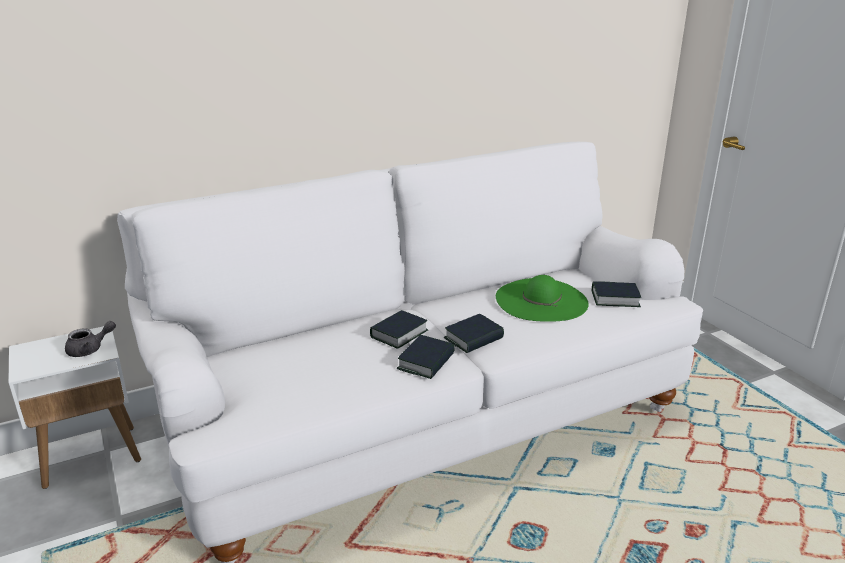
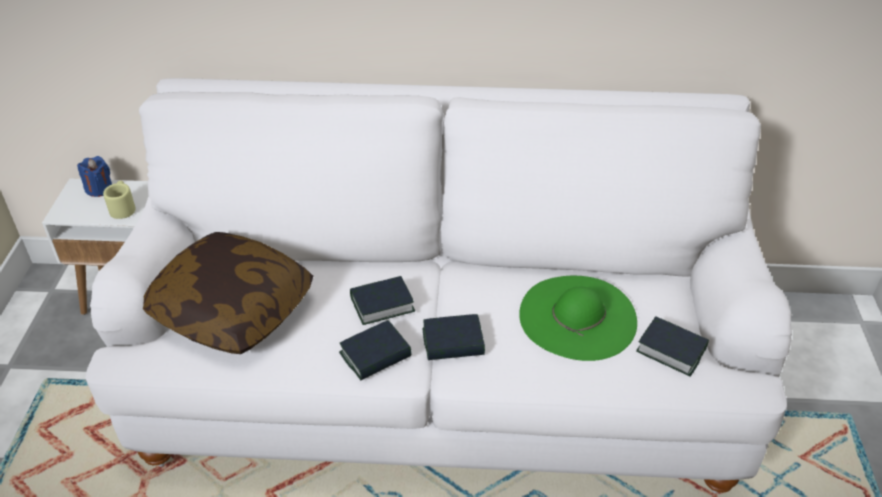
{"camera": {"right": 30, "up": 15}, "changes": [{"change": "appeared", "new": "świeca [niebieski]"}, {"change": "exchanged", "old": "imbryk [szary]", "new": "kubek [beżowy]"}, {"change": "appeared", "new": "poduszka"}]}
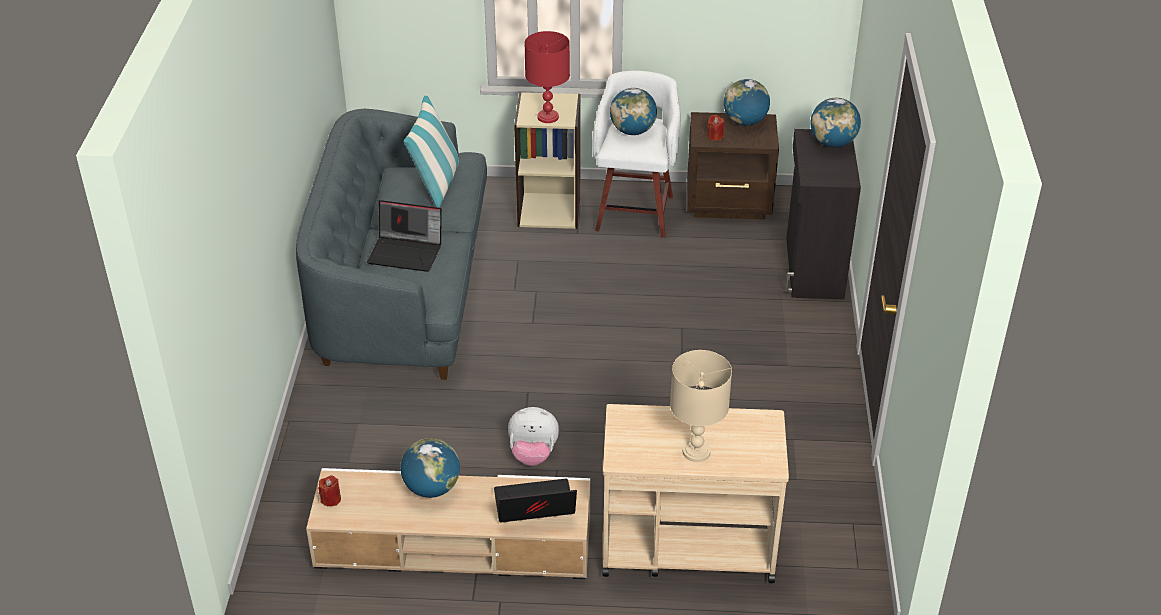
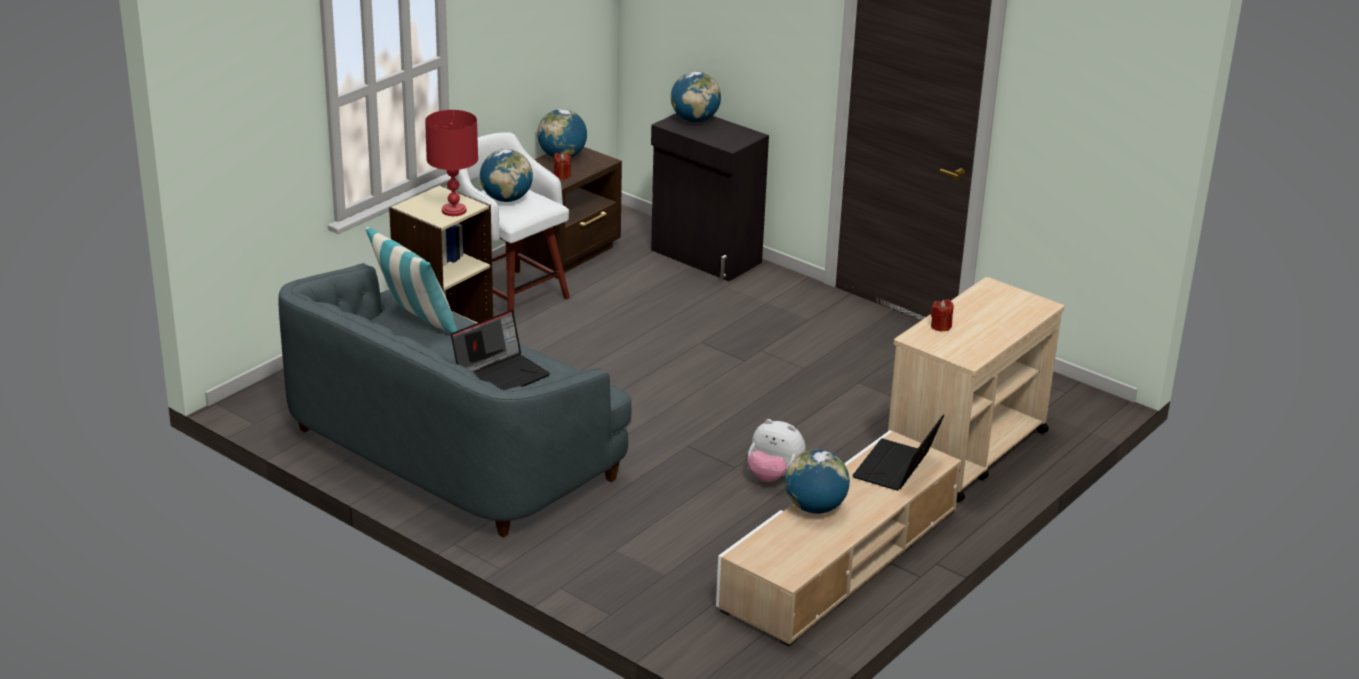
{"camera": {"right": -55, "up": -10}, "changes": [{"change": "spun", "old": "pluszak", "degrees": 75}, {"change": "relocated", "old": "świeca [czerwony] (no. 1 from left in the first image)", "new": "świeca [czerwony] (no. 2 from left)"}, {"change": "missing", "old": "lampa stołowa [beżowy]"}]}
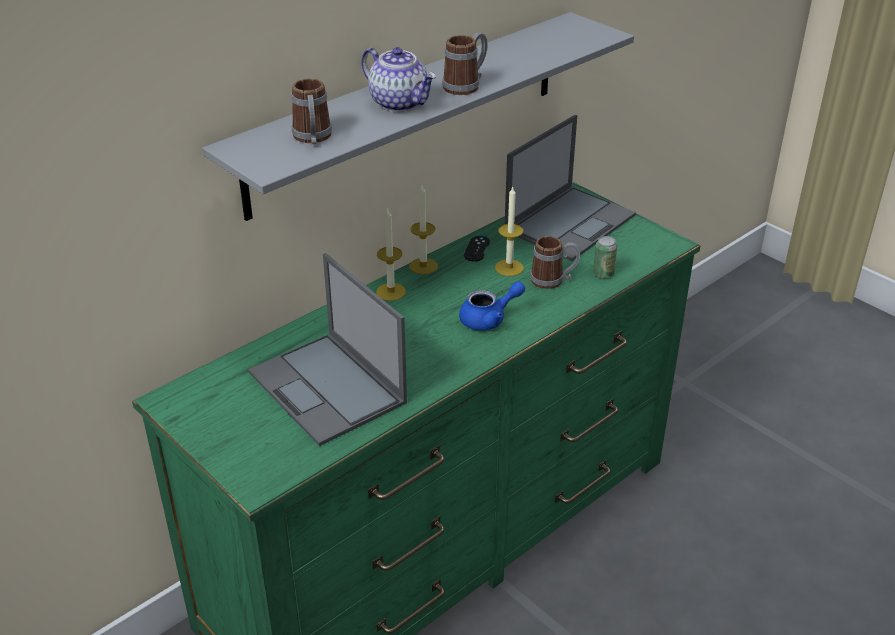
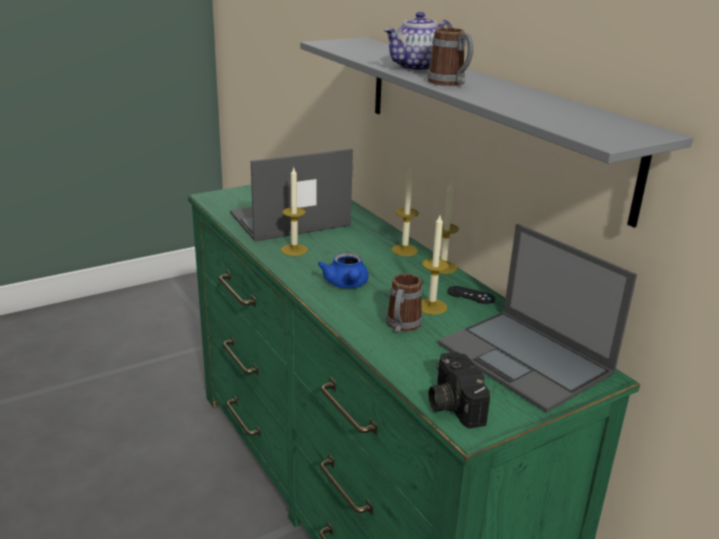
{"camera": {"right": 100, "up": -10}, "changes": [{"change": "appeared", "new": "świeca (no. 1 from left)"}, {"change": "appeared", "new": "aparat fotograficzny"}, {"change": "missing", "old": "kubek (no. 1 from left)"}, {"change": "missing", "old": "puszka"}]}
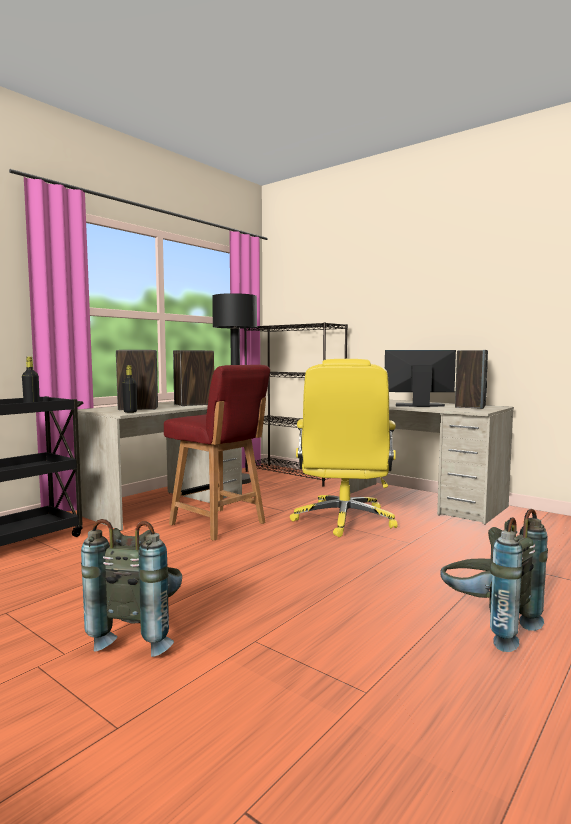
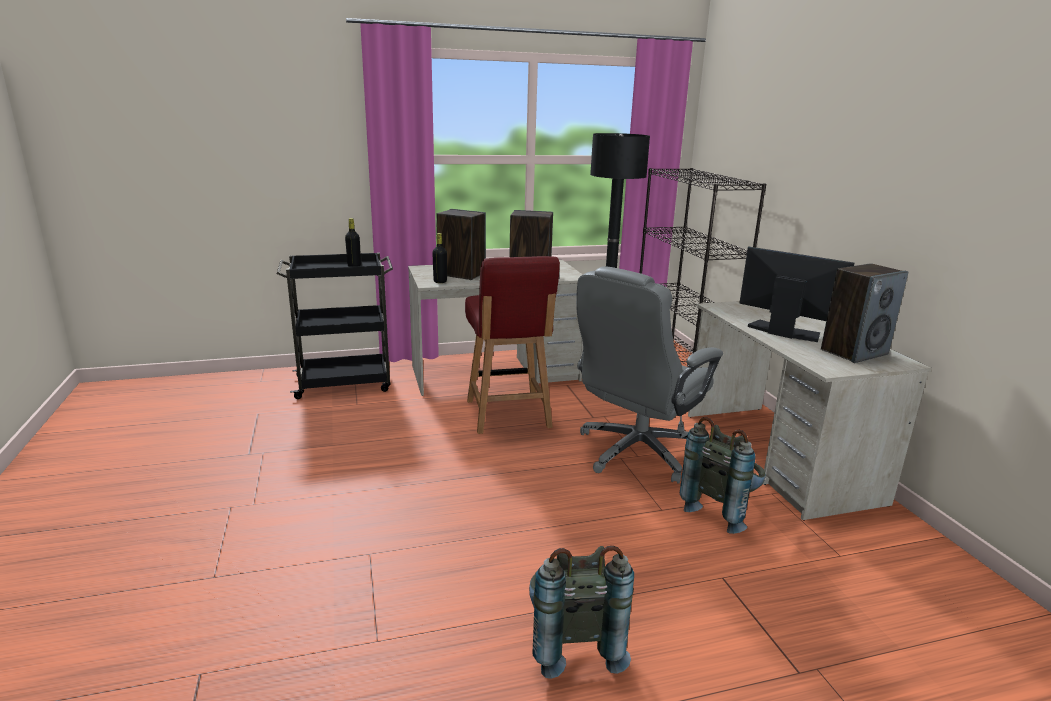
{"camera": {"right": 35, "up": 15}, "changes": [{"change": "colour", "old": "krzesło biurowe [żółty]", "new": "krzesło biurowe [szary]"}, {"change": "relocated", "old": "plecak [szary] (no. 1 from left in the first image)", "new": "plecak [szary] (no. 2 from left)"}]}
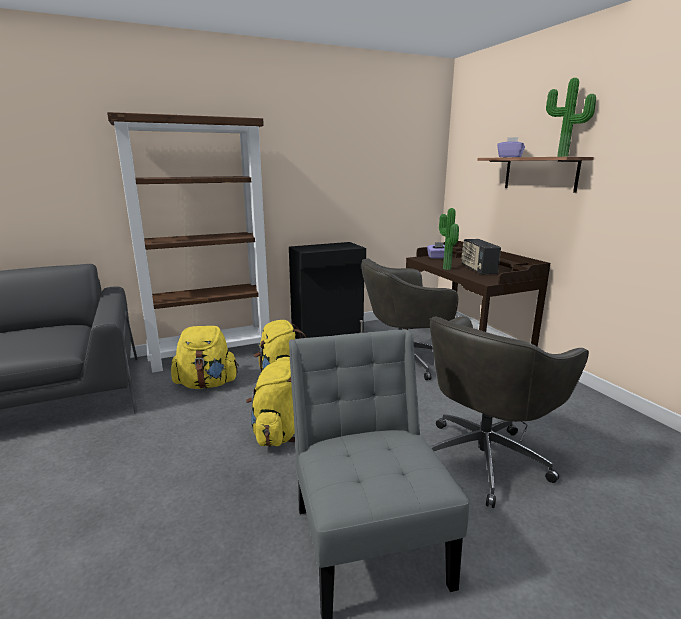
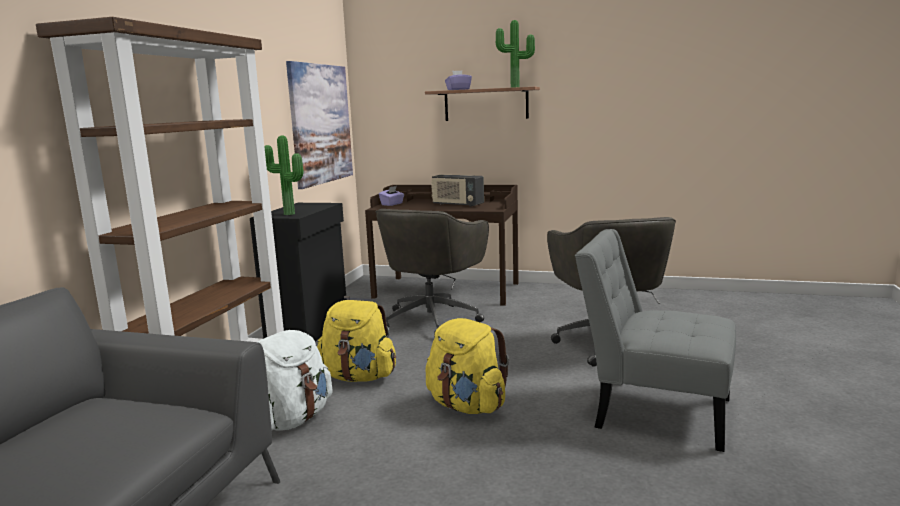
{"camera": {"right": -50, "up": -5}, "changes": [{"change": "colour", "old": "plecak [żółty] (no. 1 from left)", "new": "plecak [biały]"}, {"change": "relocated", "old": "roślina doniczkowa (no. 1 from left)"}, {"change": "appeared", "new": "obraz"}]}
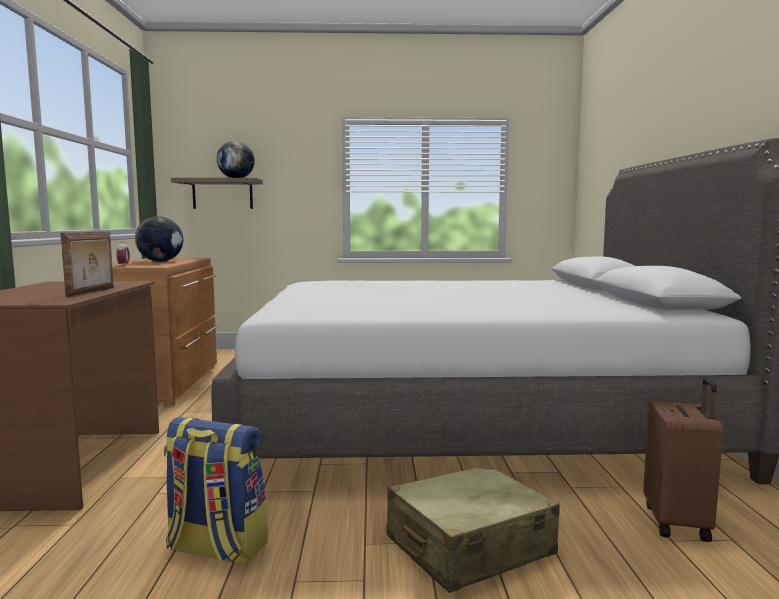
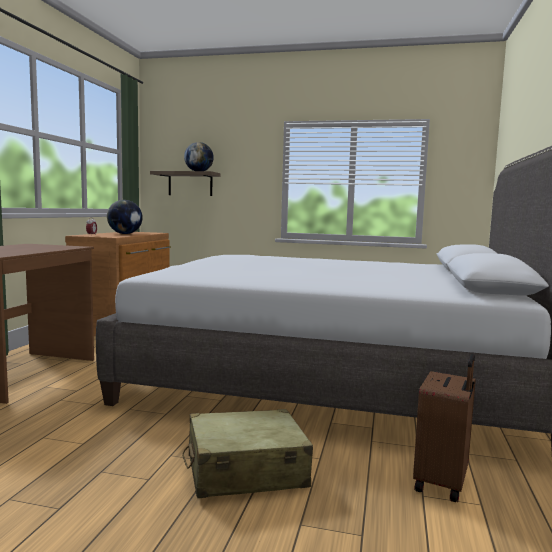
{"camera": {"right": 15, "up": 0}, "changes": [{"change": "missing", "old": "ramka na zdjęcie"}, {"change": "missing", "old": "plecak"}]}
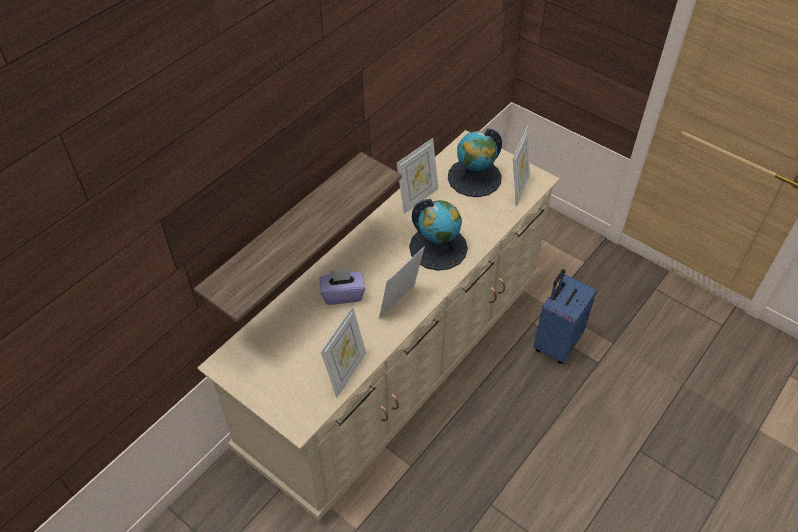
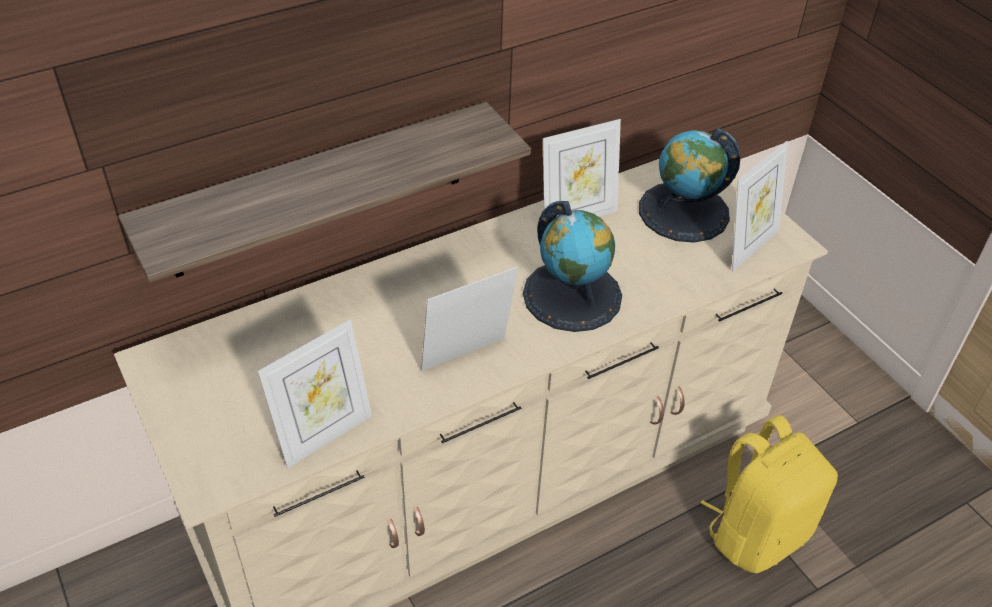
{"camera": {"right": 20, "up": -5}, "changes": [{"change": "exchanged", "old": "walizka [niebieski]", "new": "plecak [żółty]"}, {"change": "missing", "old": "pudełko chusteczek [fioletowy]"}]}
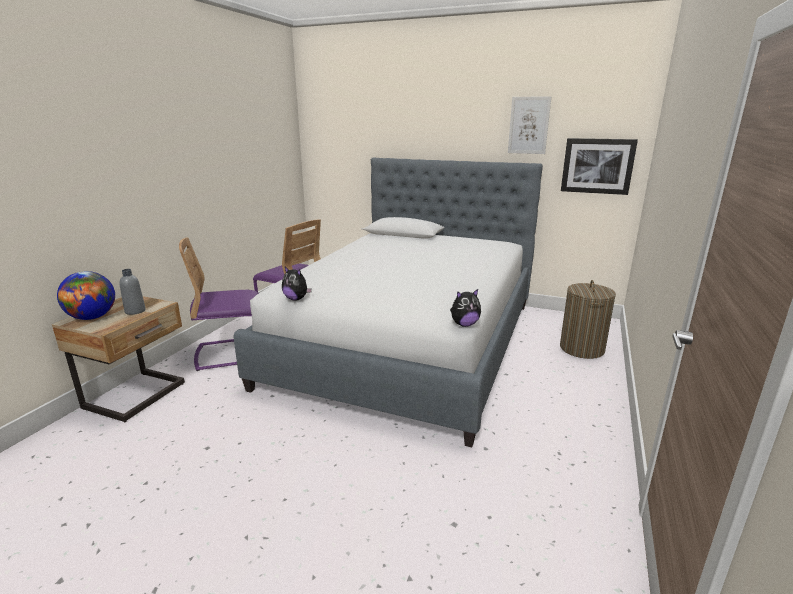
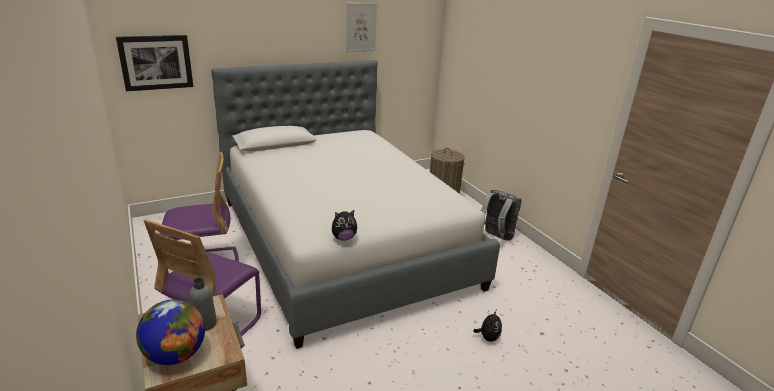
{"camera": {"right": -50, "up": 5}, "changes": [{"change": "relocated", "old": "obraz (no. 2 from left in the first image)", "new": "obraz (no. 1 from left)"}, {"change": "relocated", "old": "pluszak (no. 2 from left)"}, {"change": "appeared", "new": "plecak [szary]"}]}
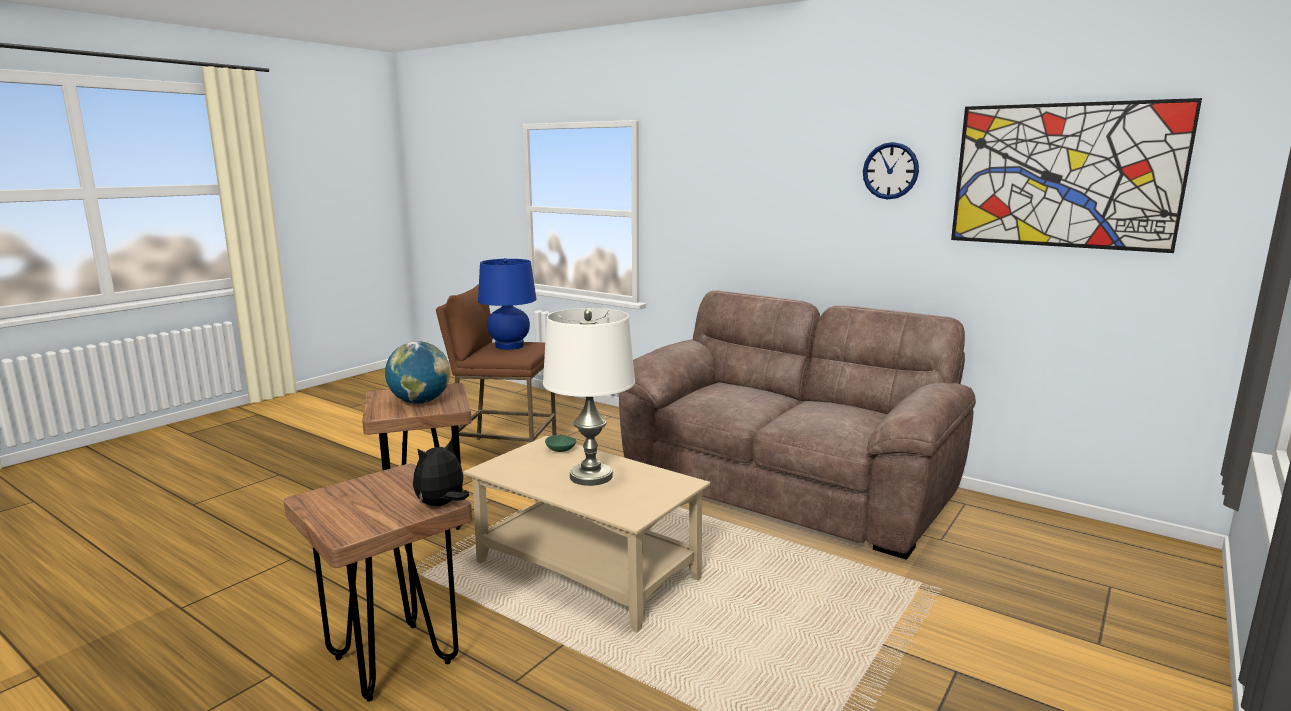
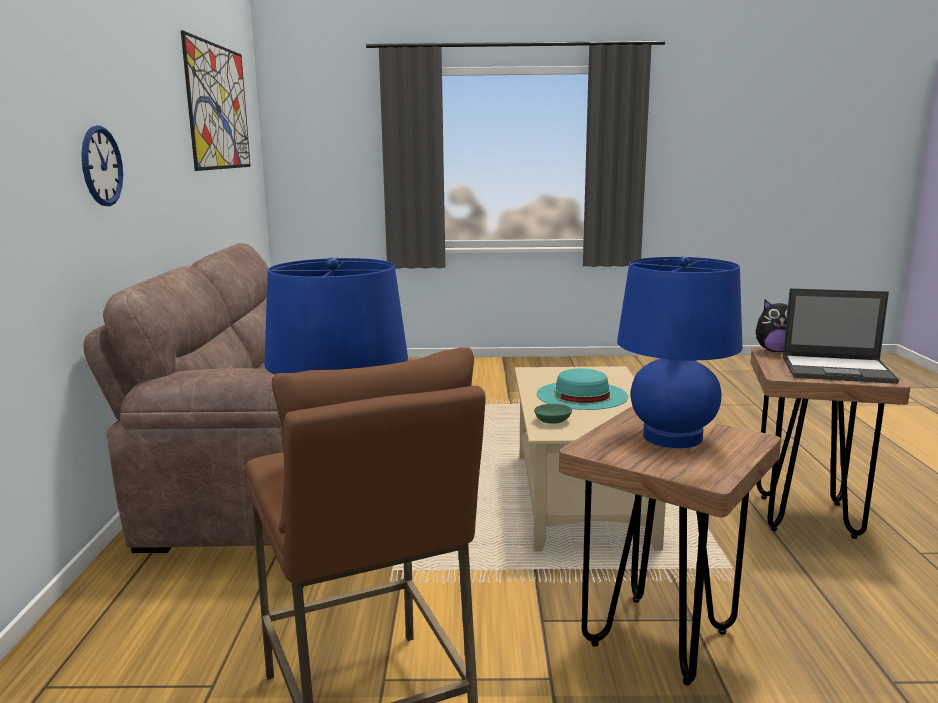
{"camera": {"right": -125, "up": 0}, "changes": [{"change": "relocated", "old": "zegar ścienny"}, {"change": "exchanged", "old": "lampa stołowa [biały]", "new": "kapelusz [turkusowy]"}, {"change": "exchanged", "old": "globus", "new": "lampa stołowa [niebieski] (no. 2 from left)"}, {"change": "appeared", "new": "laptop"}]}
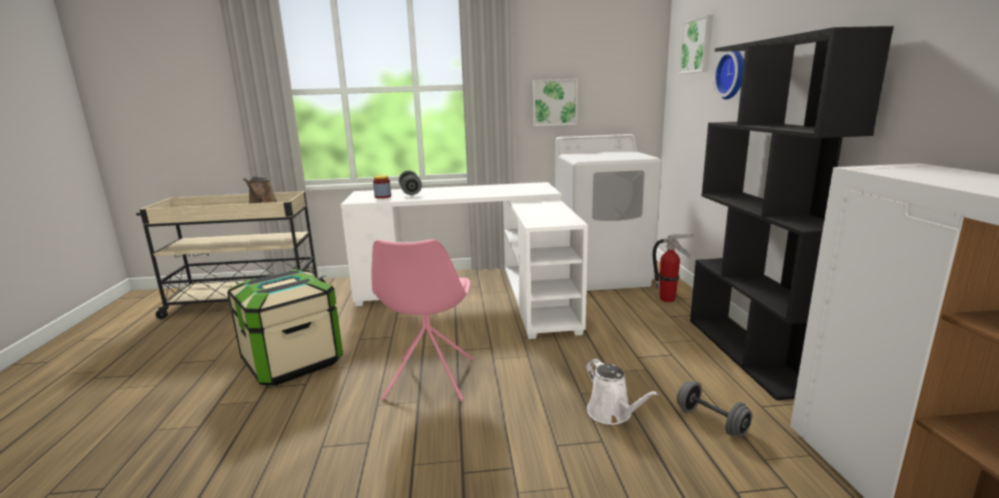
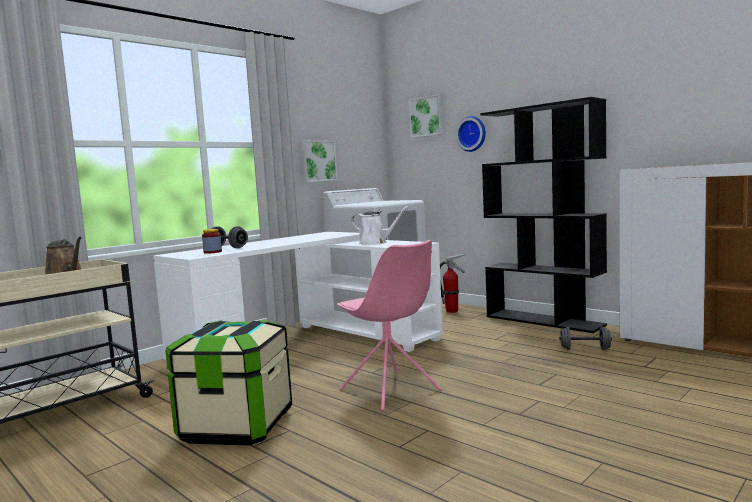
{"camera": {"right": -40, "up": -10}, "changes": [{"change": "relocated", "old": "konewka [biały]"}]}
